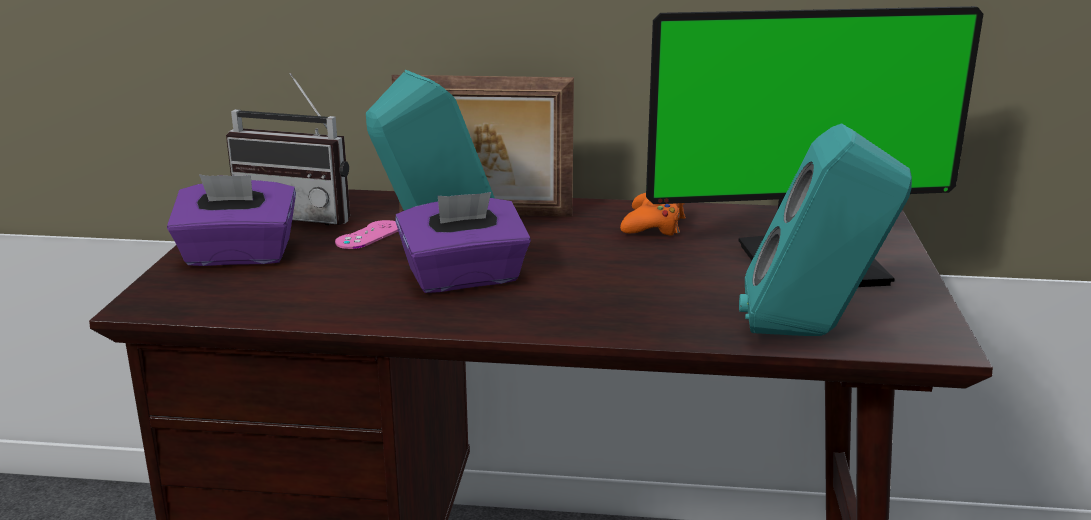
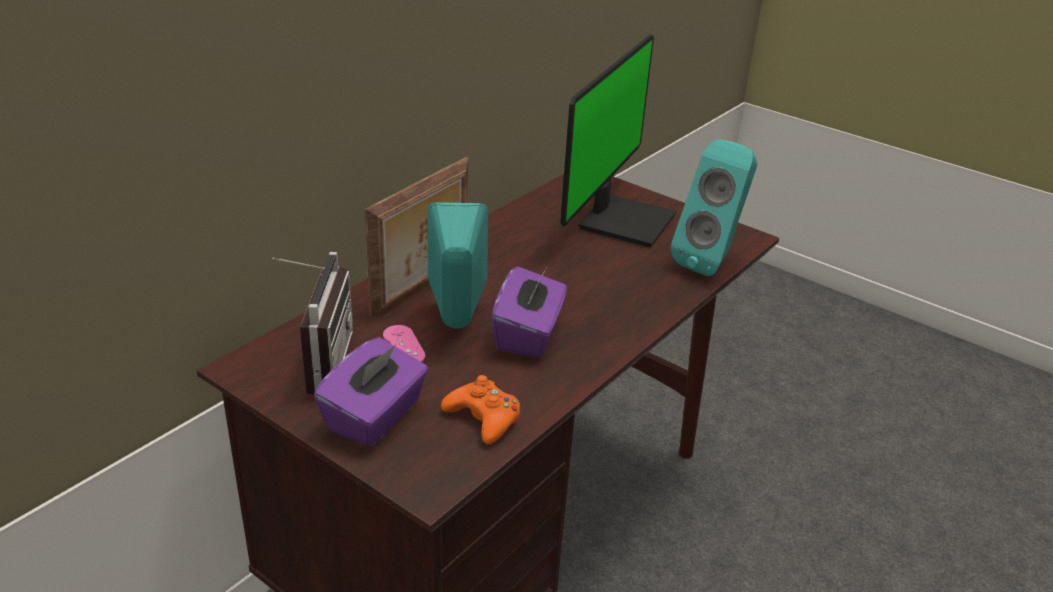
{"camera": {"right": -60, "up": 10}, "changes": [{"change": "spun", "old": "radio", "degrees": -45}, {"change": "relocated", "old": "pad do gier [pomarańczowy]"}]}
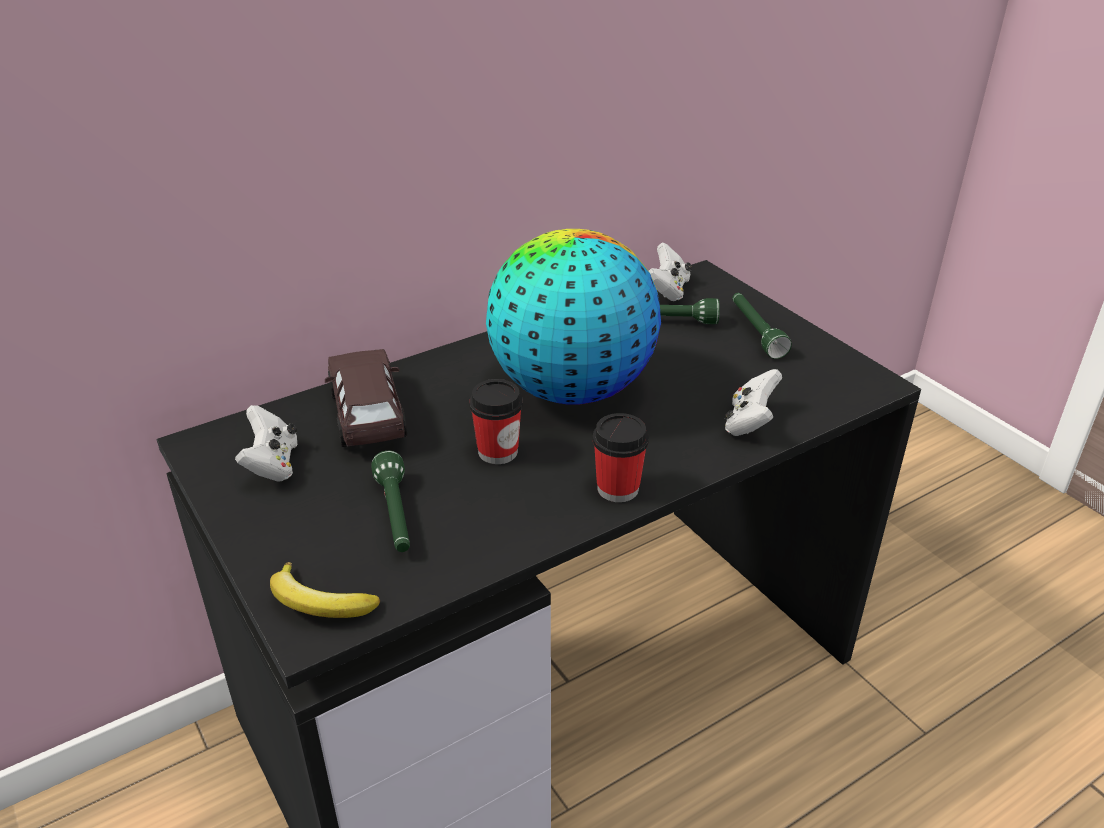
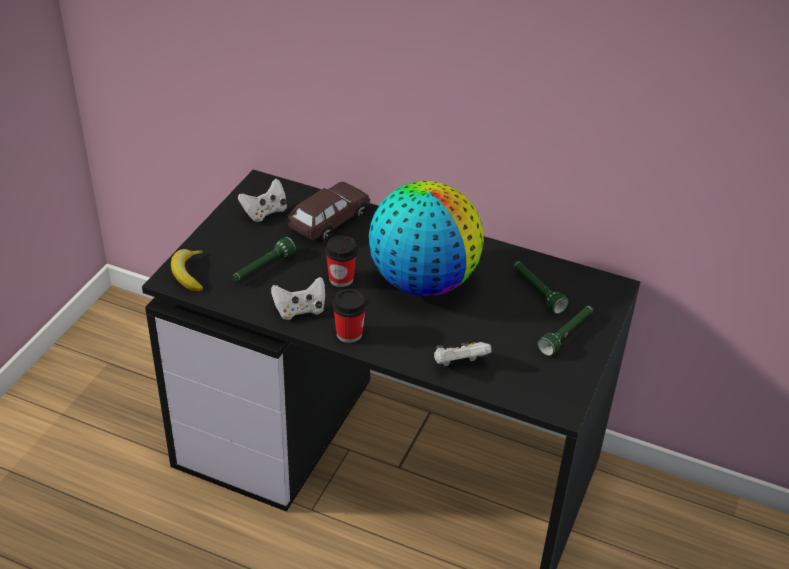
{"camera": {"right": 55, "up": 5}, "changes": [{"change": "relocated", "old": "pad do gier [biały] (no. 2 from left)"}]}
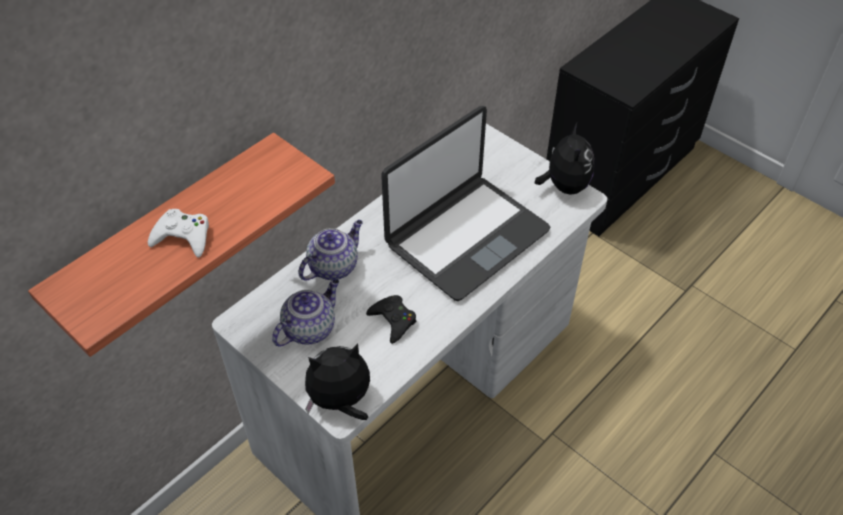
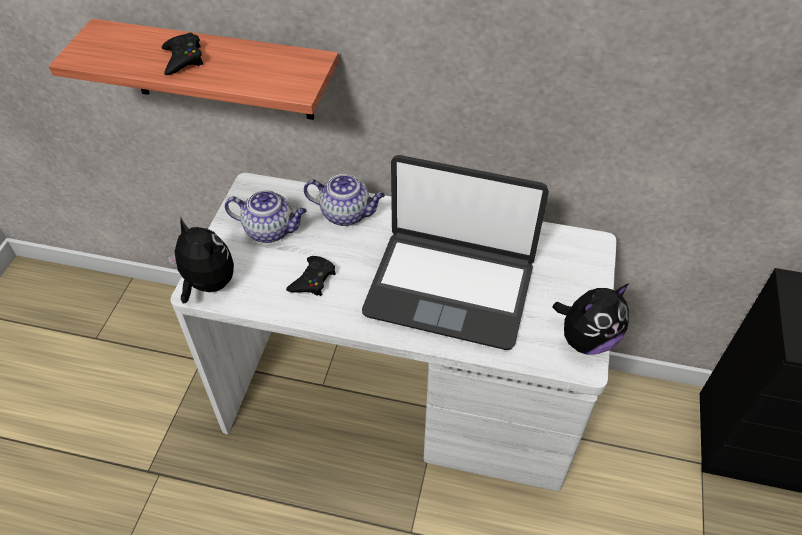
{"camera": {"right": 60, "up": 0}, "changes": [{"change": "colour", "old": "pad do gier [biały]", "new": "pad do gier [czarny] (no. 1 from left)"}]}
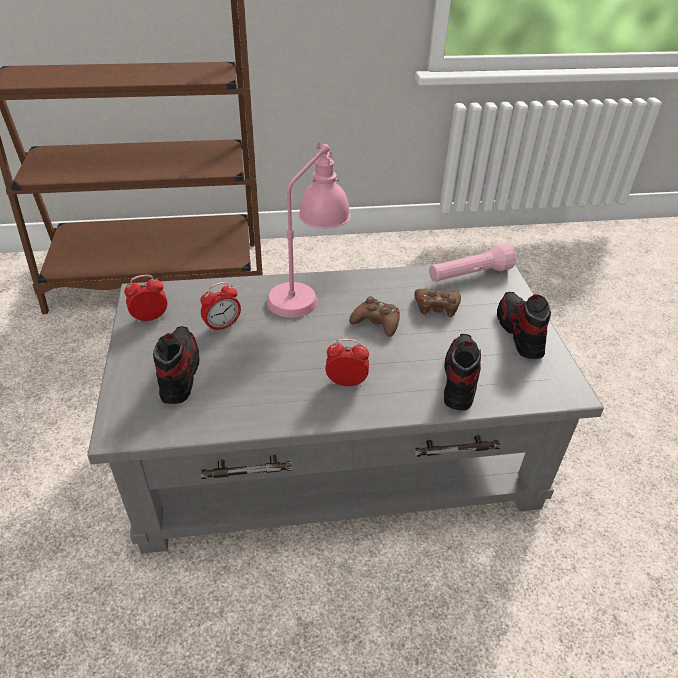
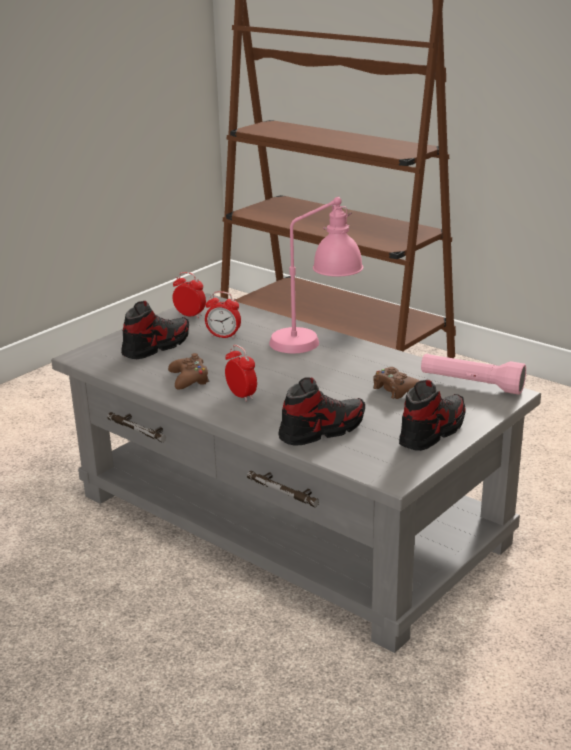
{"camera": {"right": 50, "up": -15}, "changes": [{"change": "relocated", "old": "pad do gier [brązowy] (no. 1 from left)"}]}
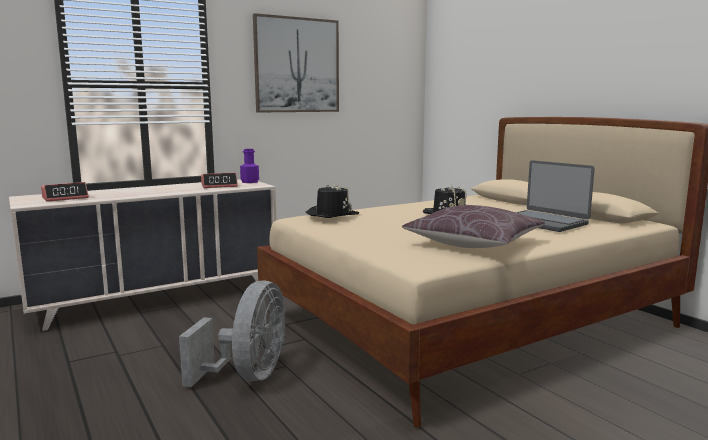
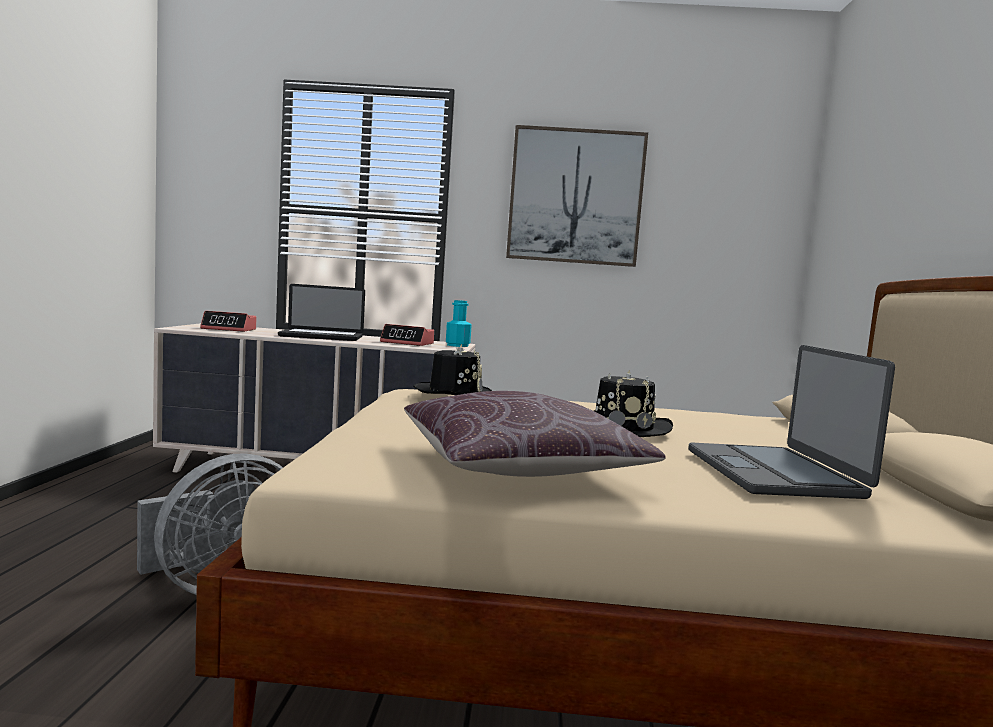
{"camera": {"right": 35, "up": -5}, "changes": [{"change": "appeared", "new": "laptop (no. 1 from left)"}, {"change": "colour", "old": "butelka [fioletowy]", "new": "butelka [turkusowy]"}]}
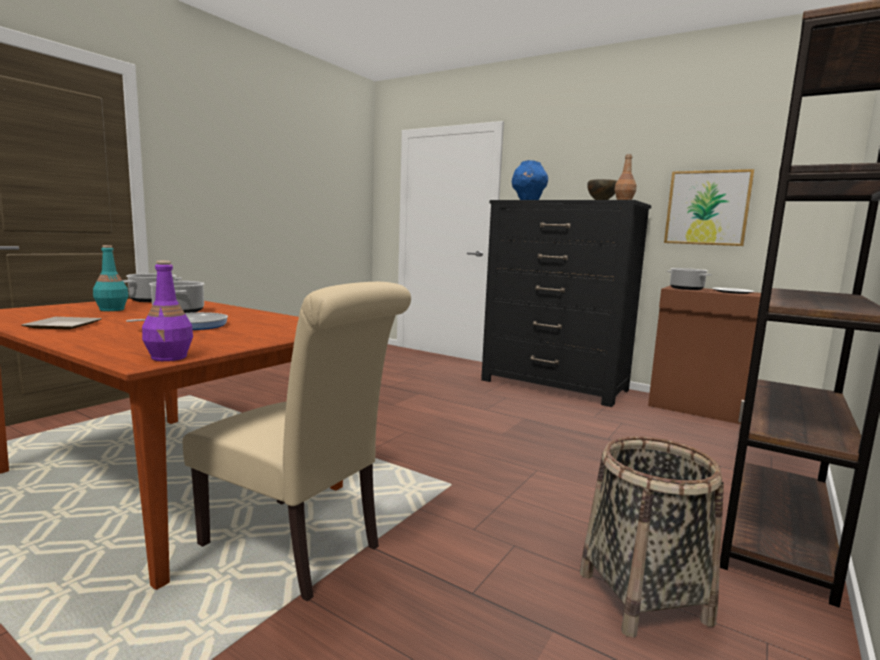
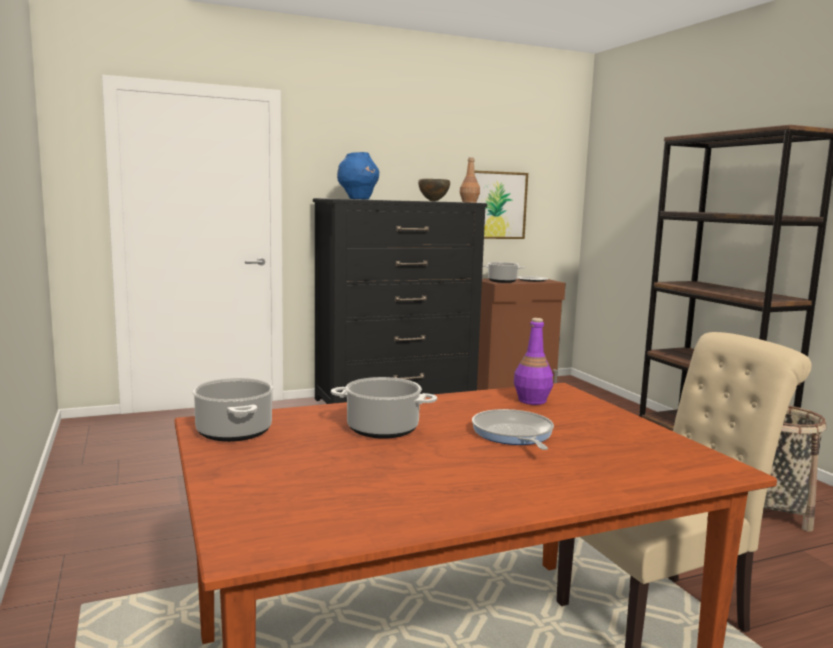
{"camera": {"right": -55, "up": 0}, "changes": [{"change": "relocated", "old": "butelka [fioletowy]"}, {"change": "missing", "old": "talerz (no. 1 from left)"}, {"change": "missing", "old": "butelka [turkusowy]"}]}
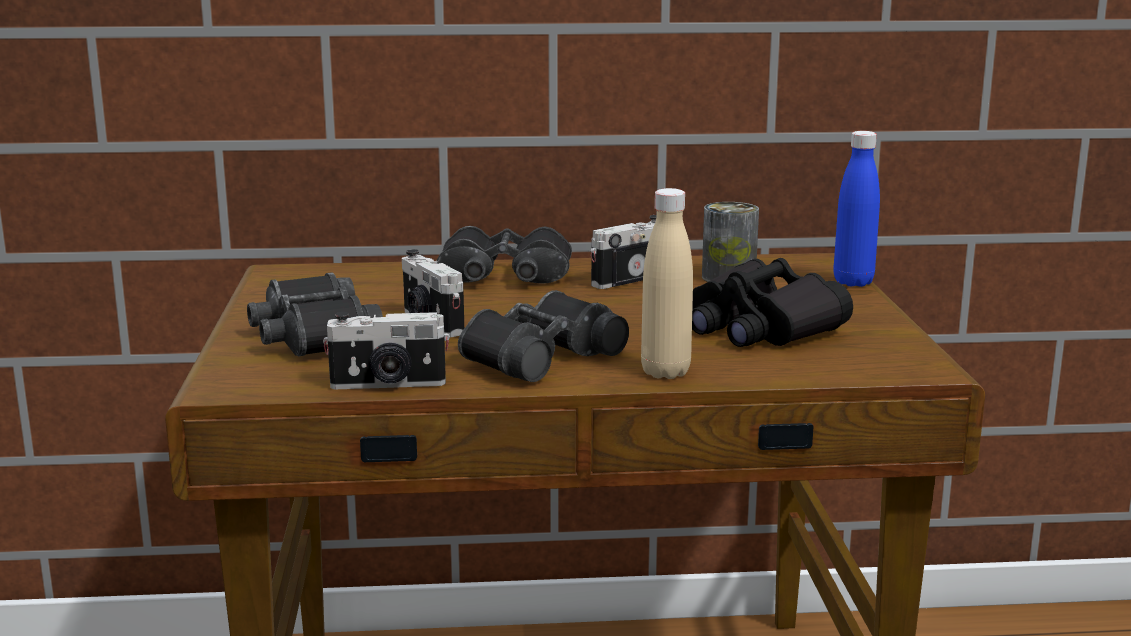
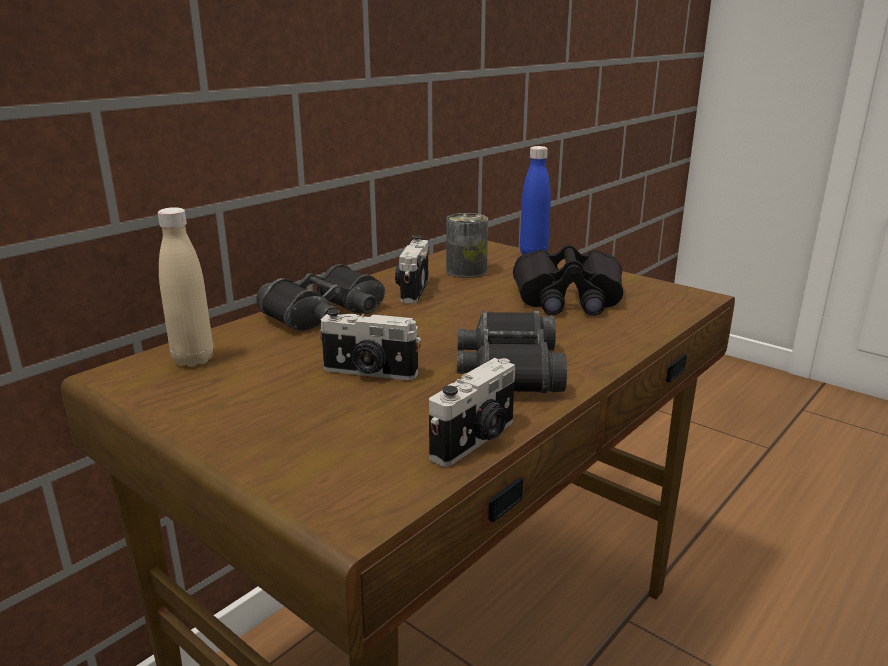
{"camera": {"right": -45, "up": 5}, "changes": [{"change": "relocated", "old": "butelka [beżowy]"}, {"change": "missing", "old": "lornetka [czarny] (no. 1 from left)"}]}
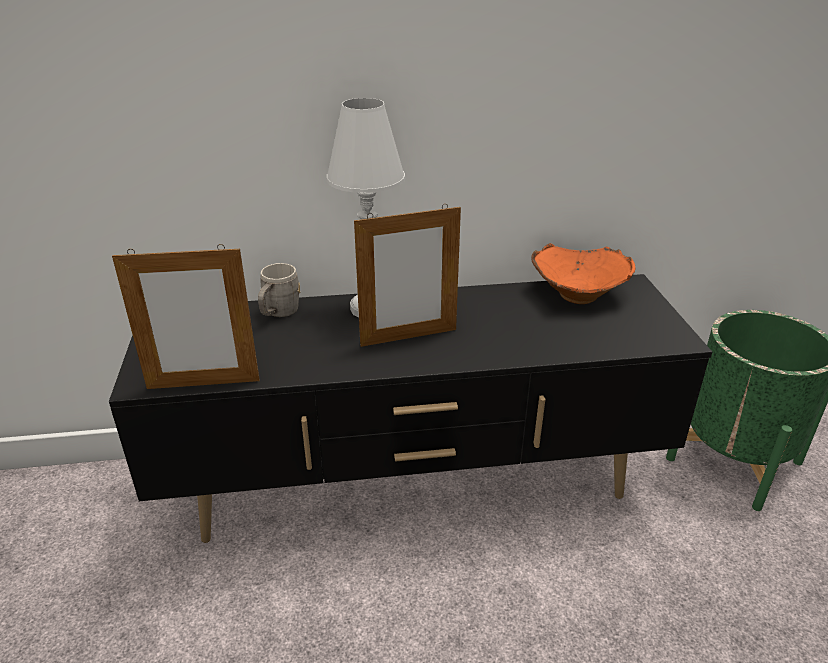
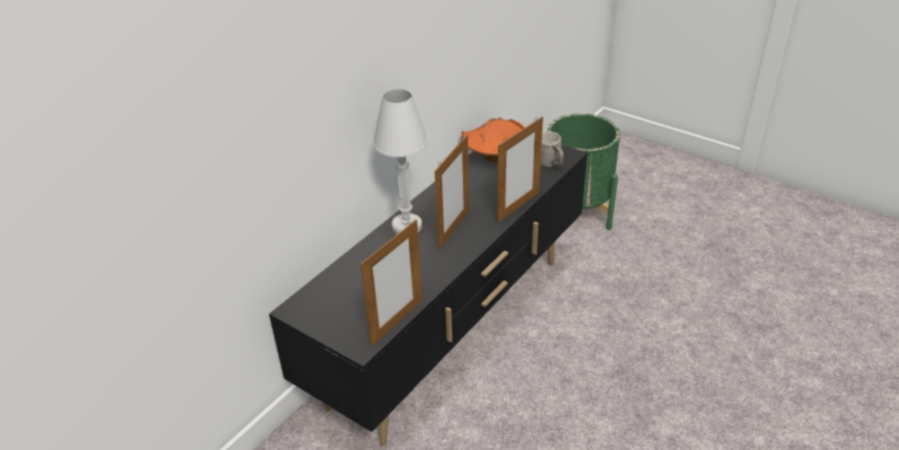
{"camera": {"right": -45, "up": 5}, "changes": [{"change": "appeared", "new": "ramka na zdjęcie (no. 3 from left)"}, {"change": "relocated", "old": "kubek [szary]"}]}
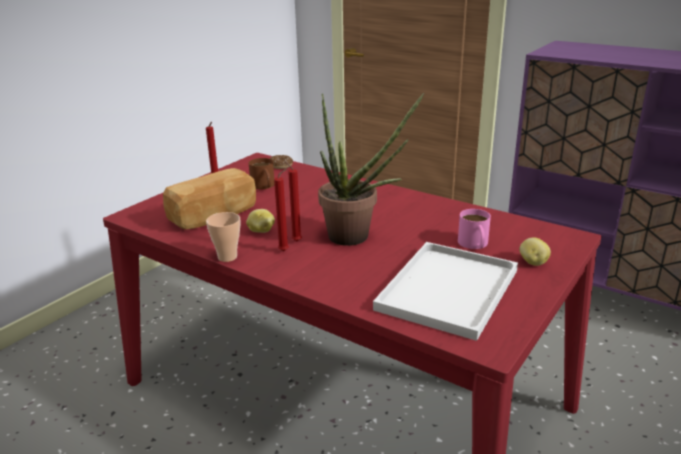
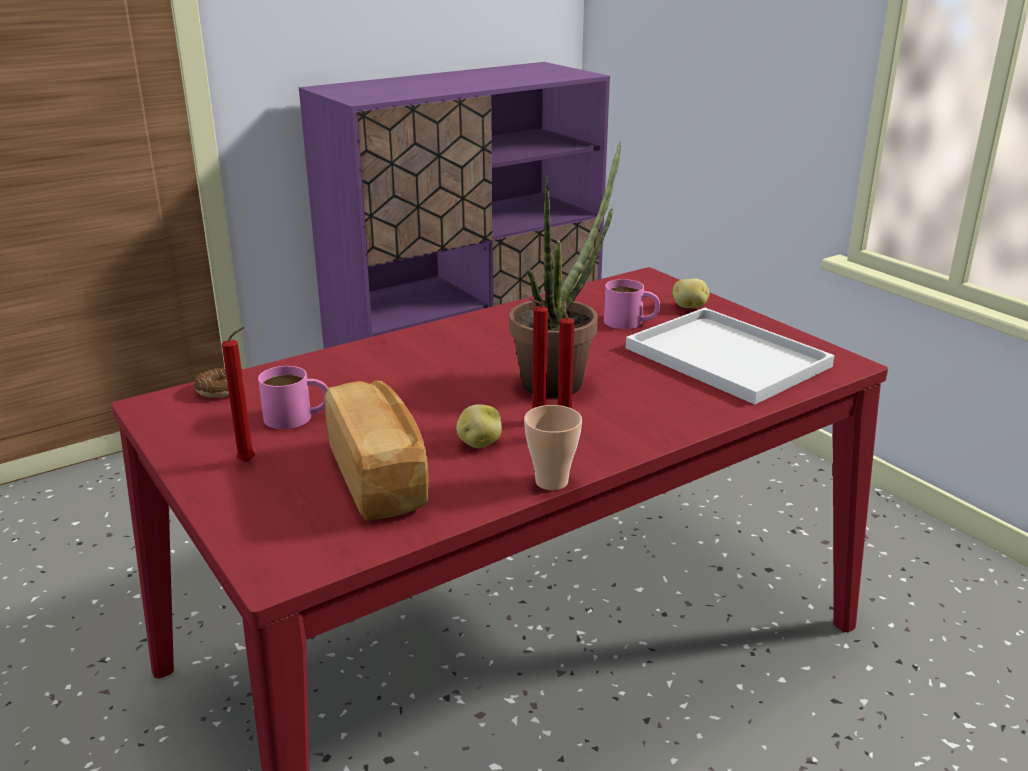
{"camera": {"right": -70, "up": 0}, "changes": [{"change": "colour", "old": "kubek [brązowy]", "new": "kubek [różowy] (no. 1 from left)"}]}
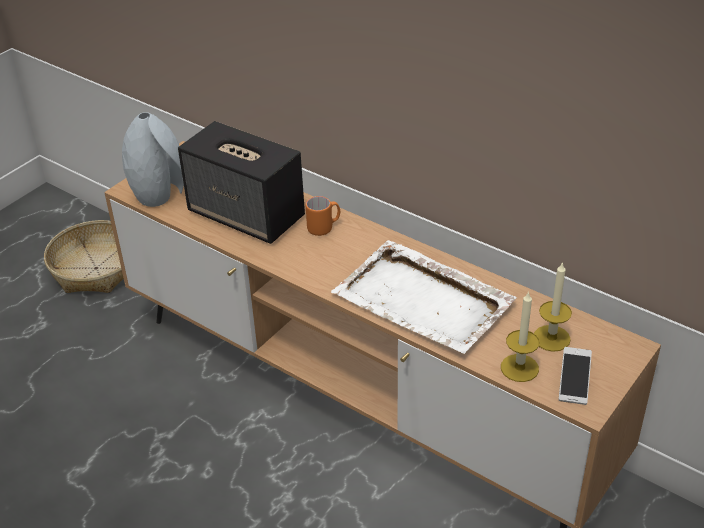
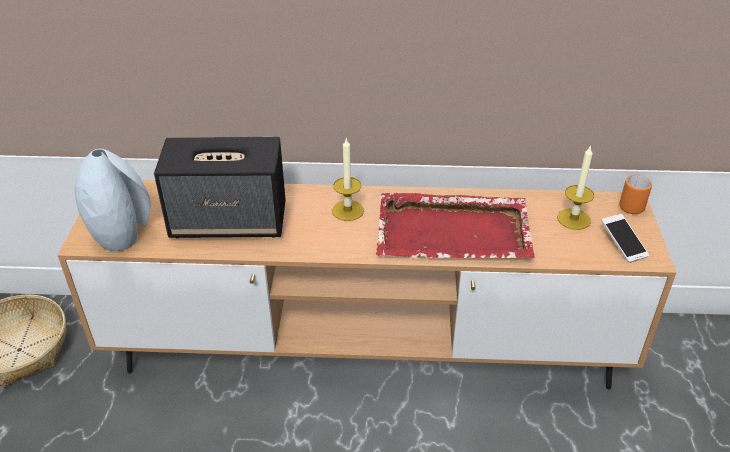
{"camera": {"right": -35, "up": 0}, "changes": [{"change": "relocated", "old": "świeca (no. 1 from left)"}, {"change": "colour", "old": "taca [biały]", "new": "taca [czerwony]"}, {"change": "relocated", "old": "kubek [pomarańczowy]"}]}
